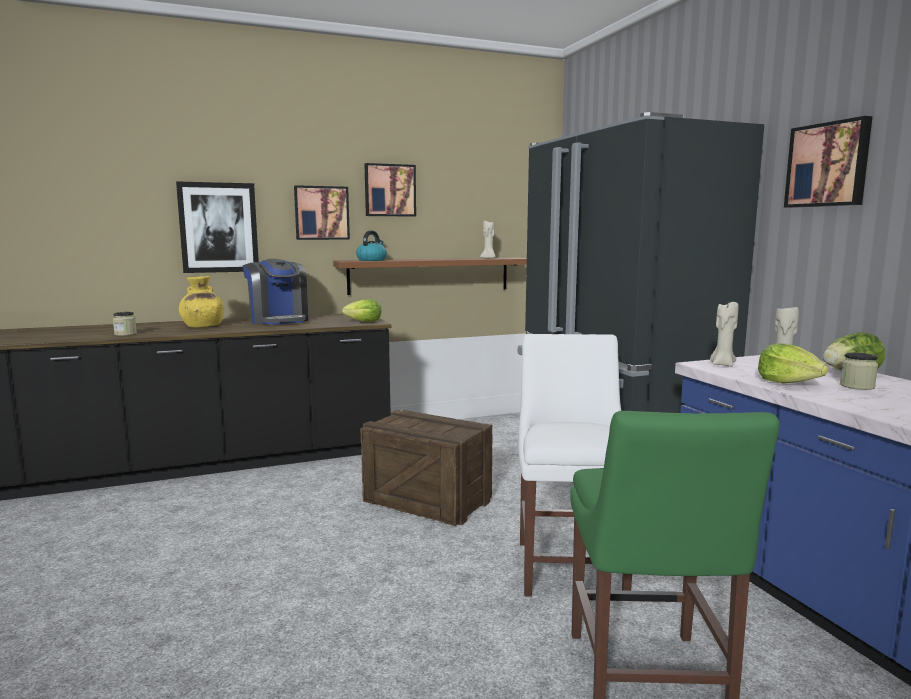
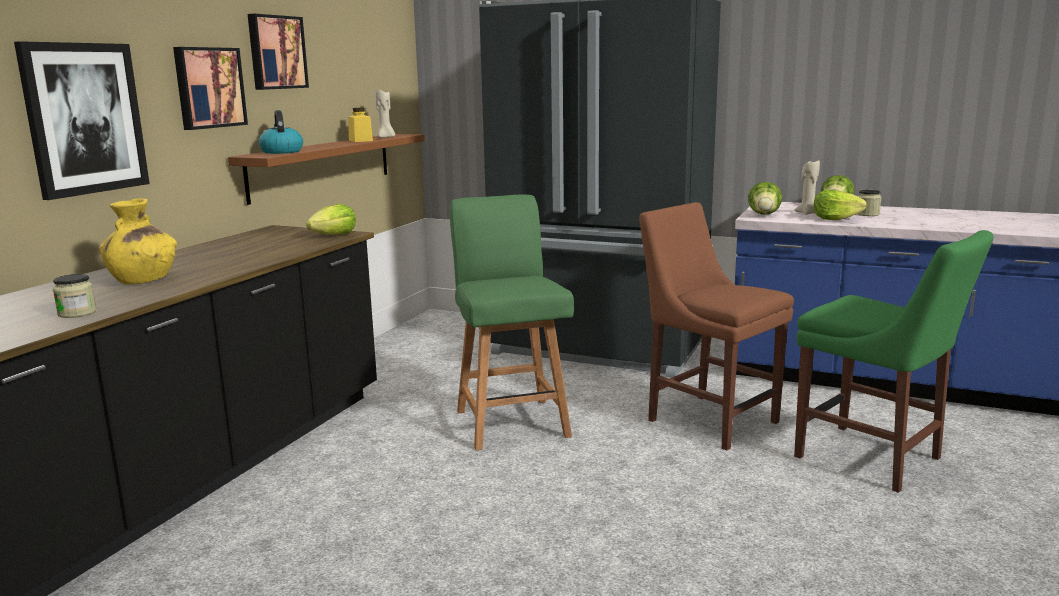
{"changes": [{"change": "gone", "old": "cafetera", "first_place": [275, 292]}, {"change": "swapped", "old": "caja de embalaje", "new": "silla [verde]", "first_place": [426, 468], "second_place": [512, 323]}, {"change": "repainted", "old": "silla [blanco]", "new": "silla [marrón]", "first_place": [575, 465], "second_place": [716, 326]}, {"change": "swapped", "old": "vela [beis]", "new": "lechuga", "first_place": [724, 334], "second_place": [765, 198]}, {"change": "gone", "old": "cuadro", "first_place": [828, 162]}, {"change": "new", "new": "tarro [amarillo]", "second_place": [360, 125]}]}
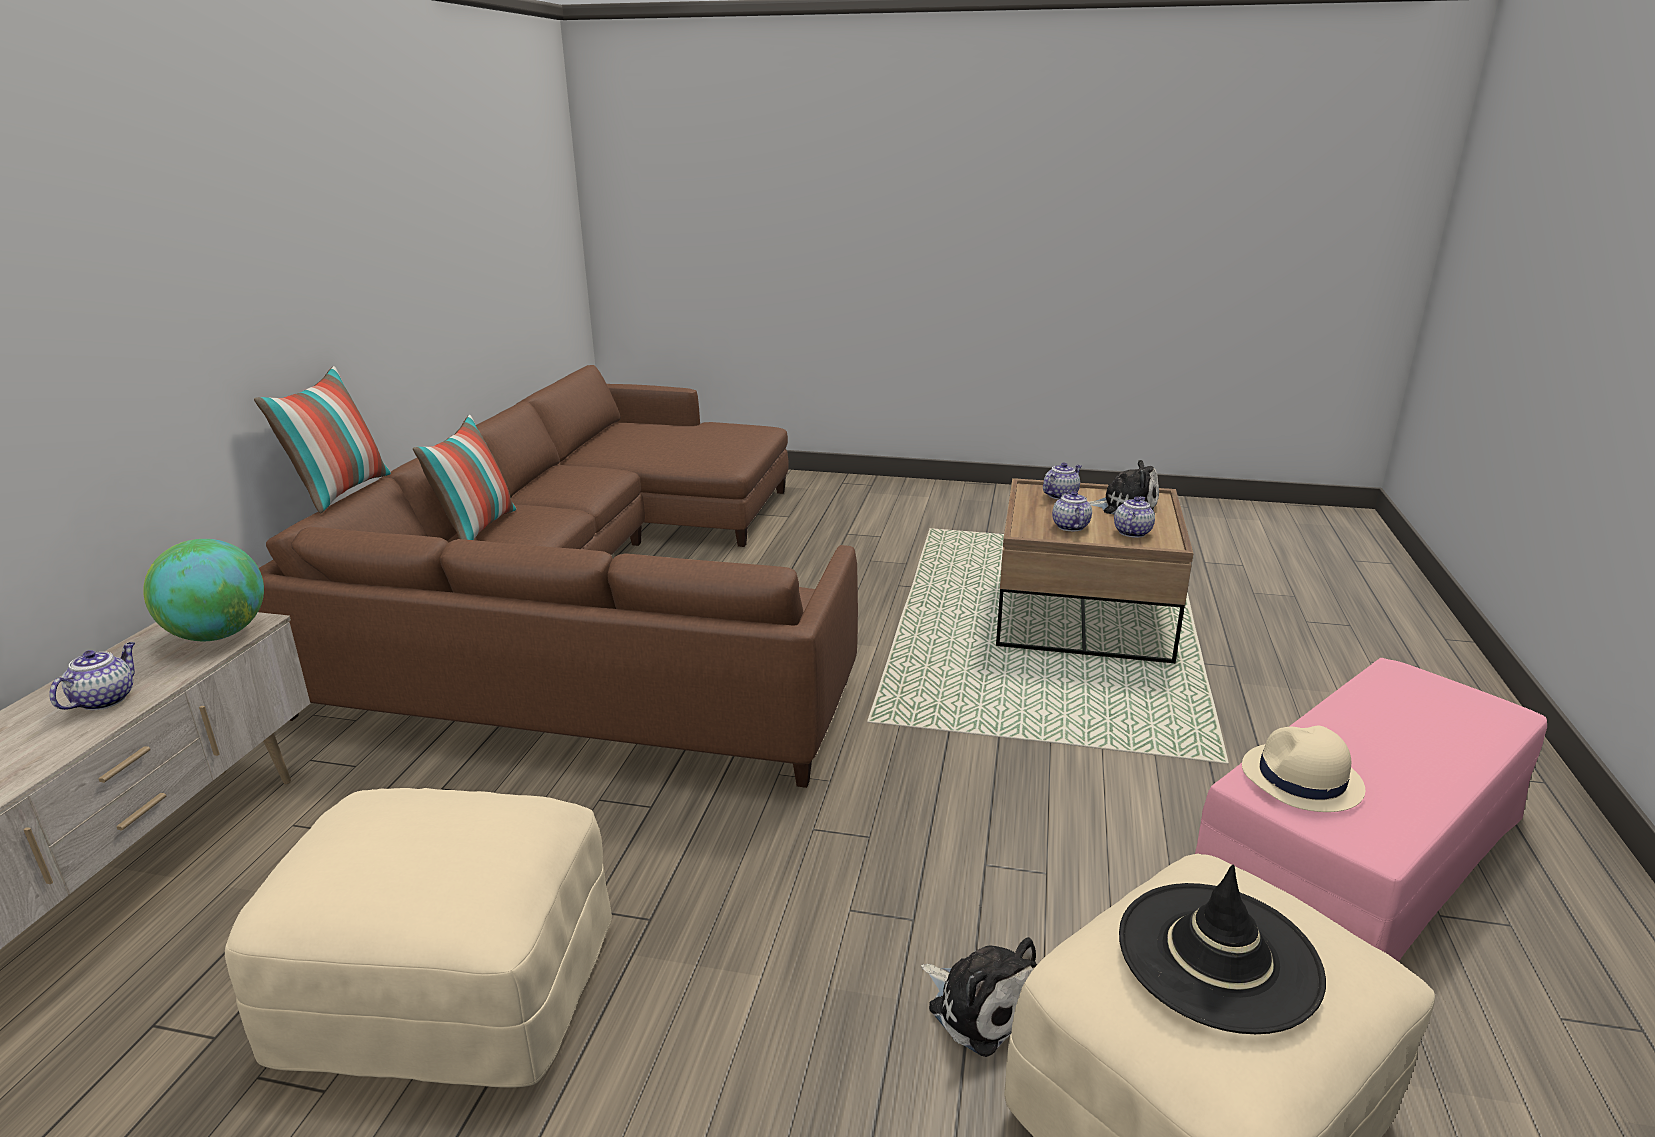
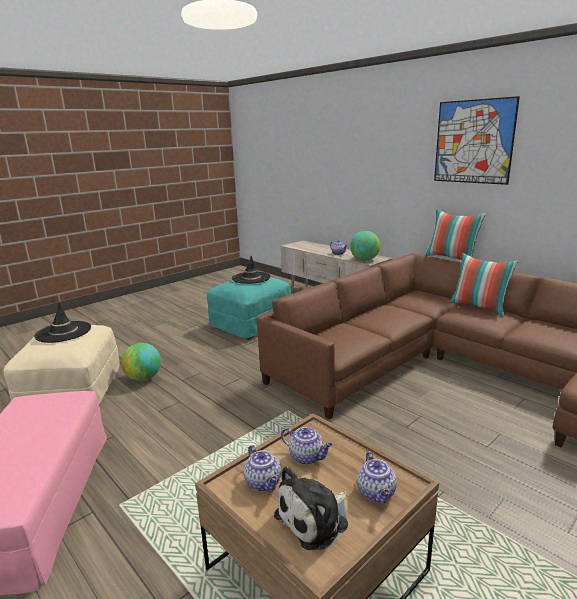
{"changes": [{"change": "repainted", "old": "puf [beis]", "new": "puf [turquesa]", "first_place": [418, 938], "second_place": [249, 308]}, {"change": "swapped", "old": "peluche", "new": "globo terráqueo", "first_place": [979, 997], "second_place": [141, 362]}, {"change": "gone", "old": "sombrero [beis]", "first_place": [1303, 769]}, {"change": "new", "new": "sombrero [negro]", "second_place": [251, 270]}, {"change": "new", "new": "cuadro", "second_place": [477, 140]}]}
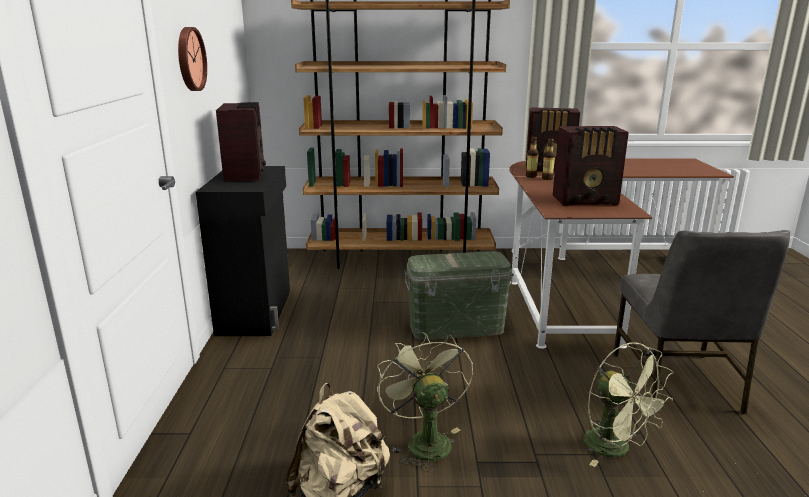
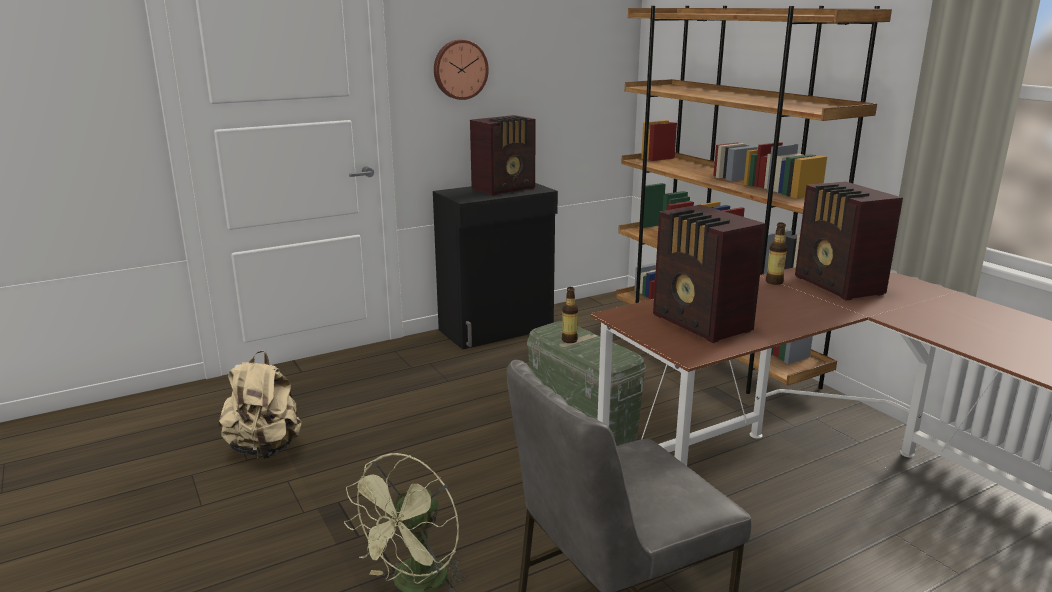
{"changes": [{"change": "gone", "old": "ventilador [verde]", "first_place": [425, 402]}, {"change": "shifted", "old": "botella", "first_place": [548, 159], "second_place": [570, 315]}]}
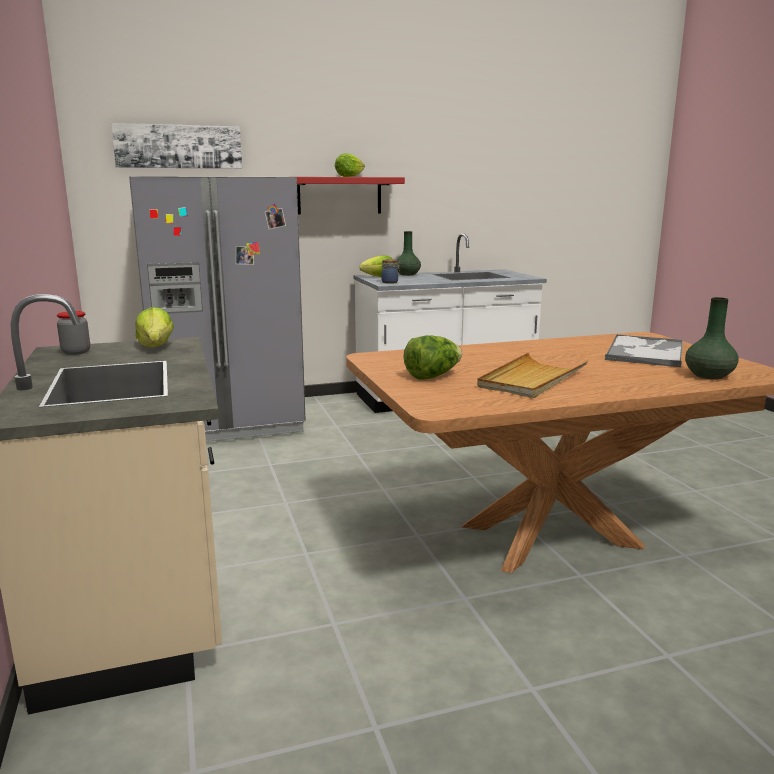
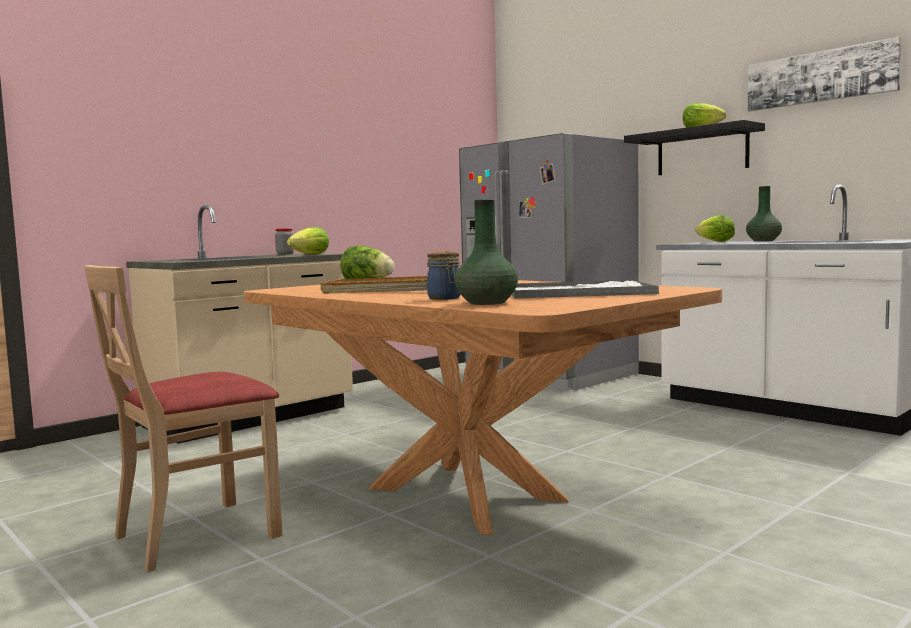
{"changes": [{"change": "shifted", "old": "cuadro", "first_place": [176, 146], "second_place": [825, 73]}, {"change": "repainted", "old": "estante [rojo]", "new": "estante [negro]", "first_place": [351, 195], "second_place": [694, 147]}, {"change": "shifted", "old": "tarro", "first_place": [390, 271], "second_place": [443, 275]}, {"change": "new", "new": "silla [beis]", "second_place": [183, 418]}]}
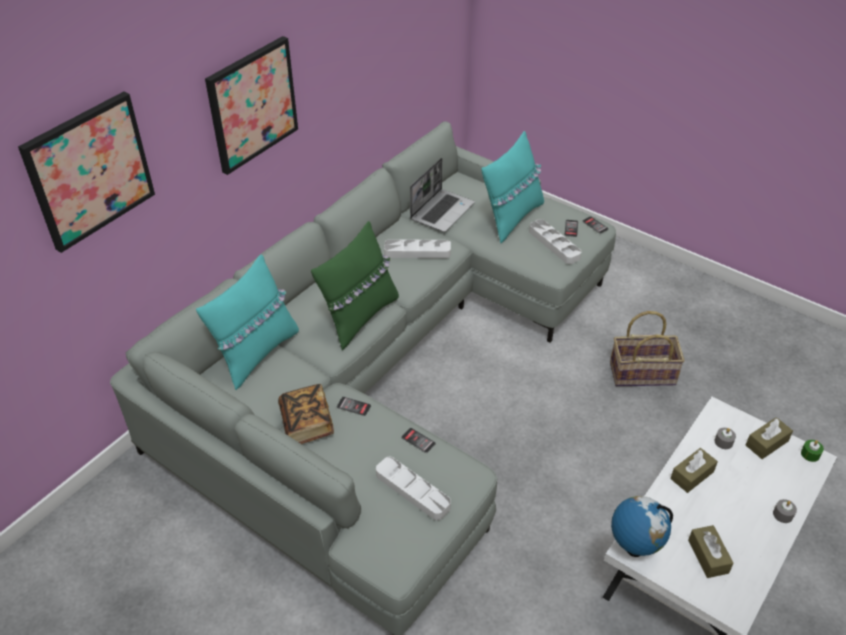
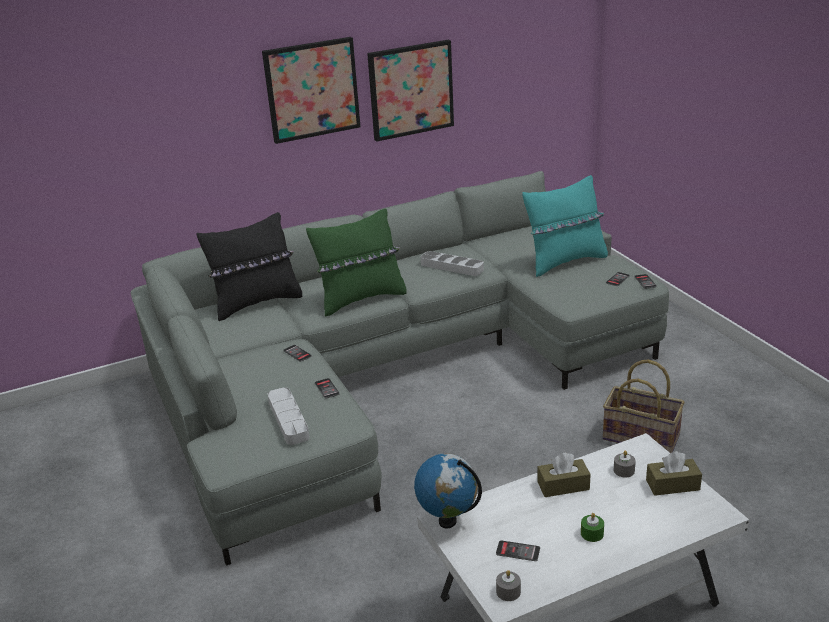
{"changes": [{"change": "shifted", "old": "cuadro", "first_place": [86, 172], "second_place": [410, 91]}, {"change": "repainted", "old": "cojín [turquesa]", "new": "cojín [negro]", "first_place": [247, 322], "second_place": [249, 266]}, {"change": "gone", "old": "libro", "first_place": [306, 414]}, {"change": "gone", "old": "portátil", "first_place": [442, 195]}, {"change": "gone", "old": "bandeja [gris]", "first_place": [555, 241]}, {"change": "swapped", "old": "caja de pañuelos [marrón]", "new": "móvil", "first_place": [711, 551], "second_place": [518, 550]}, {"change": "shifted", "old": "vela [gris]", "first_place": [785, 511], "second_place": [508, 585]}, {"change": "shifted", "old": "vela [verde]", "first_place": [812, 451], "second_place": [592, 527]}]}
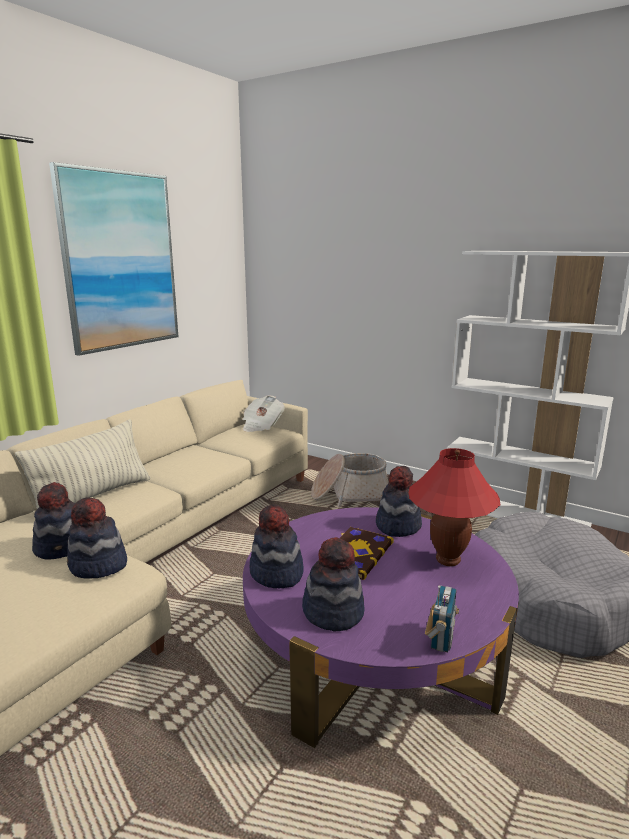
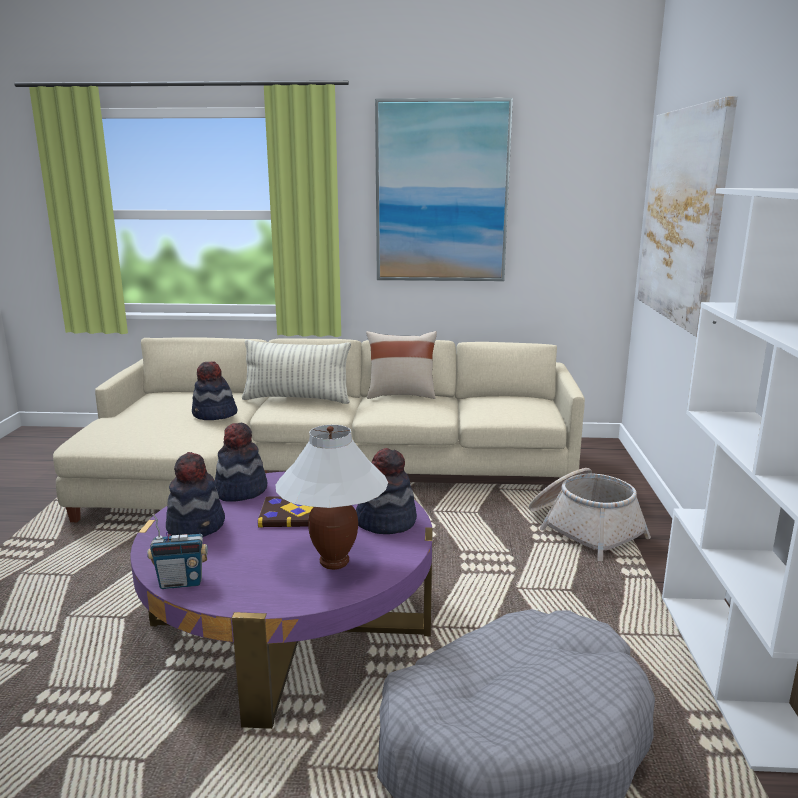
{"changes": [{"change": "gone", "old": "sombrero", "first_place": [97, 538]}, {"change": "gone", "old": "periódico", "first_place": [263, 413]}, {"change": "repainted", "old": "lámpara de mesa [rojo]", "new": "lámpara de mesa [blanco]", "first_place": [455, 507], "second_place": [332, 497]}, {"change": "new", "new": "cojín [beis]", "second_place": [401, 365]}, {"change": "new", "new": "cuadro", "second_place": [687, 216]}]}
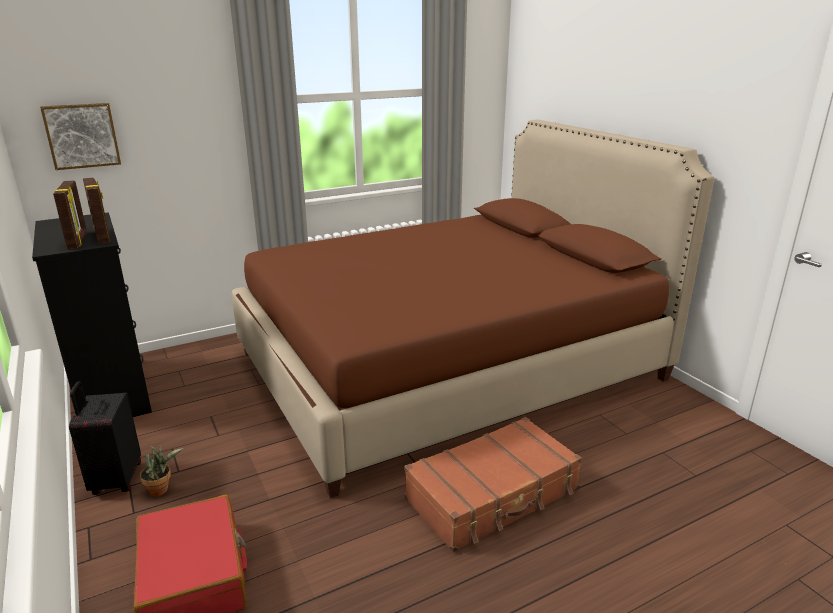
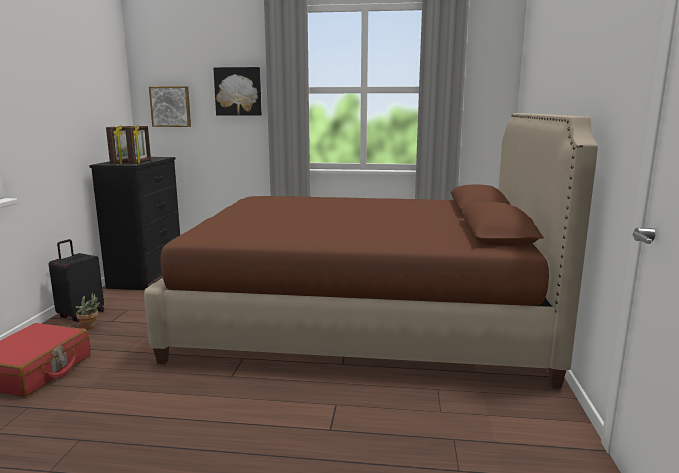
{"changes": [{"change": "gone", "old": "maleta [marrón]", "first_place": [493, 484]}, {"change": "new", "new": "cuadro", "second_place": [237, 91]}]}
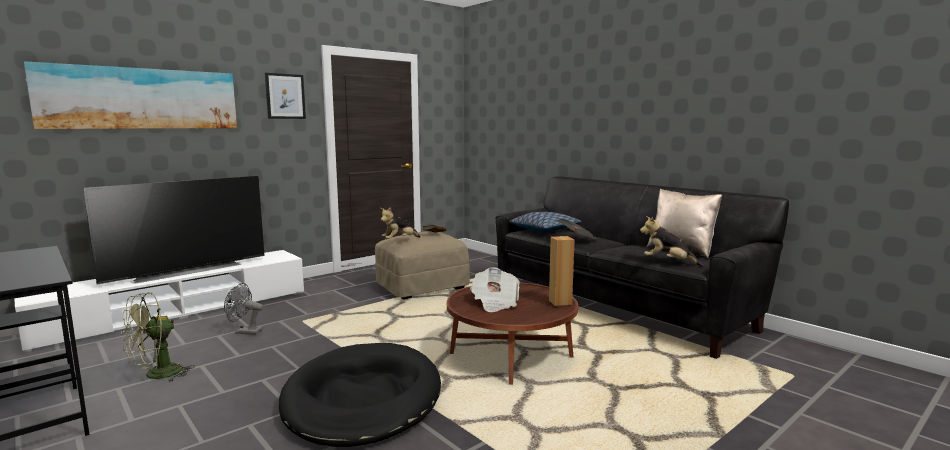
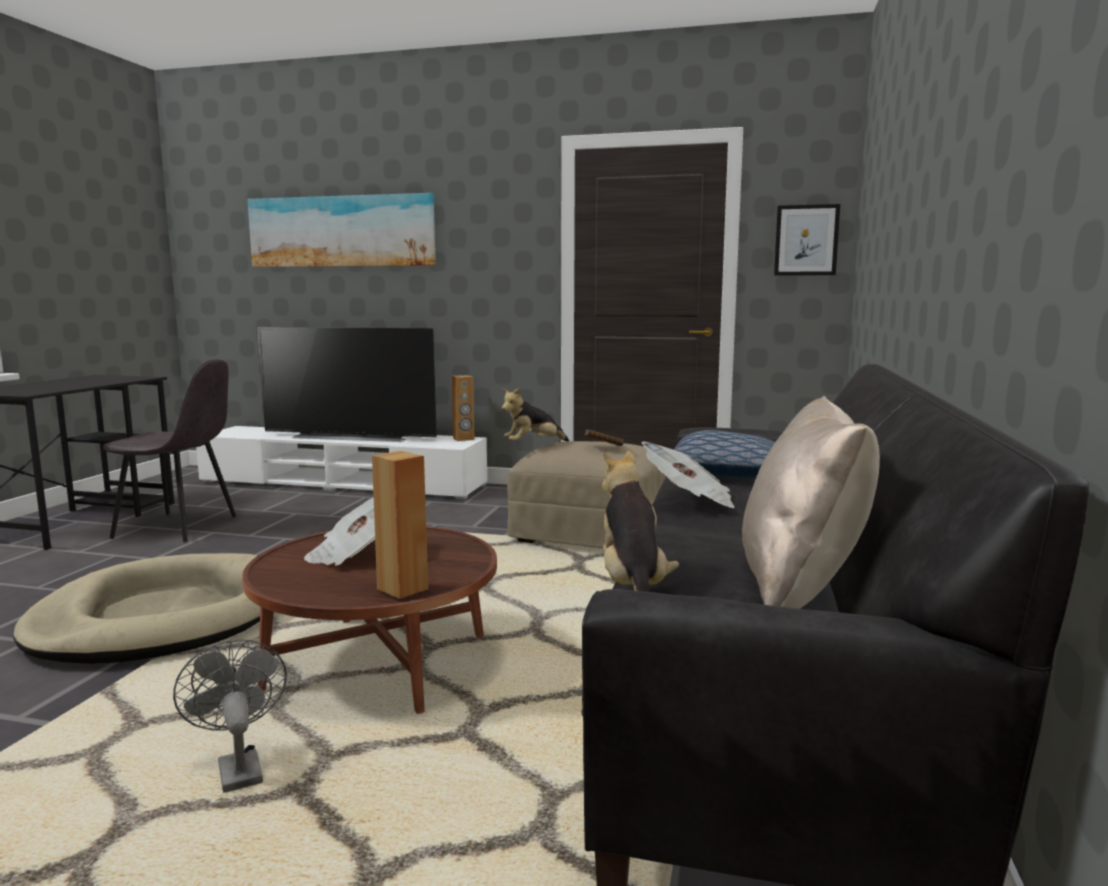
{"changes": [{"change": "swapped", "old": "ventilador [verde]", "new": "silla [gris]", "first_place": [158, 337], "second_place": [169, 451]}, {"change": "shifted", "old": "ventilador [gris]", "first_place": [243, 309], "second_place": [230, 716]}, {"change": "shifted", "old": "cuadro", "first_place": [285, 96], "second_place": [807, 240]}, {"change": "repainted", "old": "cama para perro [negro]", "new": "cama para perro [beis]", "first_place": [360, 395], "second_place": [136, 608]}, {"change": "rotated", "old": "peluche", "first_place": [400, 223], "second_place": [535, 414], "degrees": -45}, {"change": "new", "new": "altavoz [marrón]", "second_place": [463, 408]}]}
